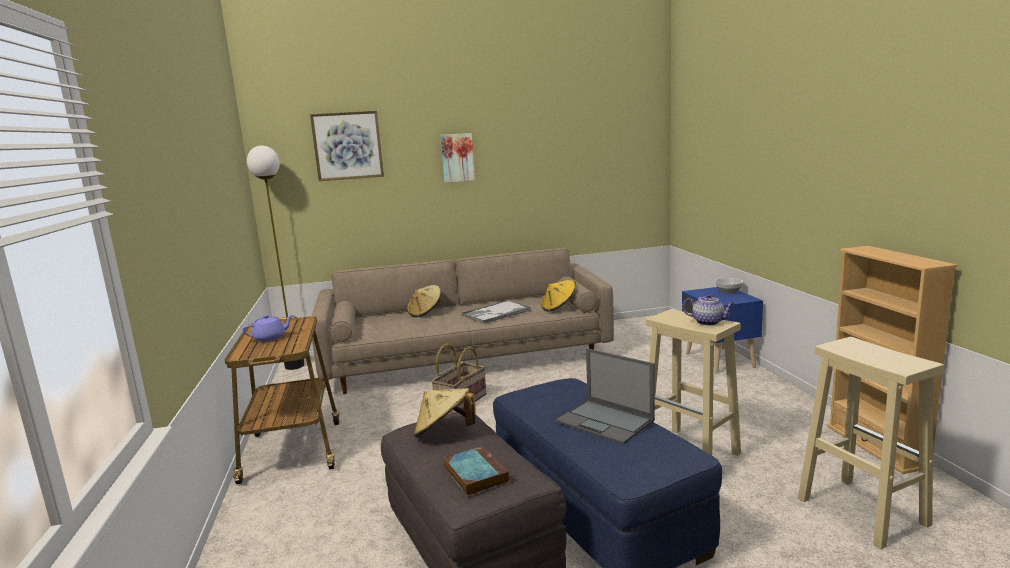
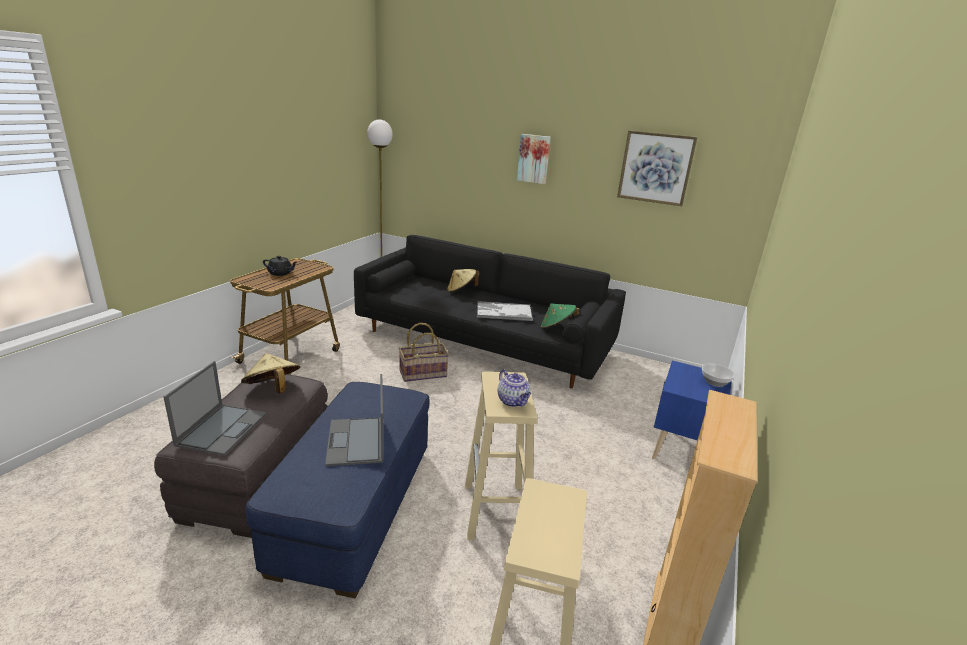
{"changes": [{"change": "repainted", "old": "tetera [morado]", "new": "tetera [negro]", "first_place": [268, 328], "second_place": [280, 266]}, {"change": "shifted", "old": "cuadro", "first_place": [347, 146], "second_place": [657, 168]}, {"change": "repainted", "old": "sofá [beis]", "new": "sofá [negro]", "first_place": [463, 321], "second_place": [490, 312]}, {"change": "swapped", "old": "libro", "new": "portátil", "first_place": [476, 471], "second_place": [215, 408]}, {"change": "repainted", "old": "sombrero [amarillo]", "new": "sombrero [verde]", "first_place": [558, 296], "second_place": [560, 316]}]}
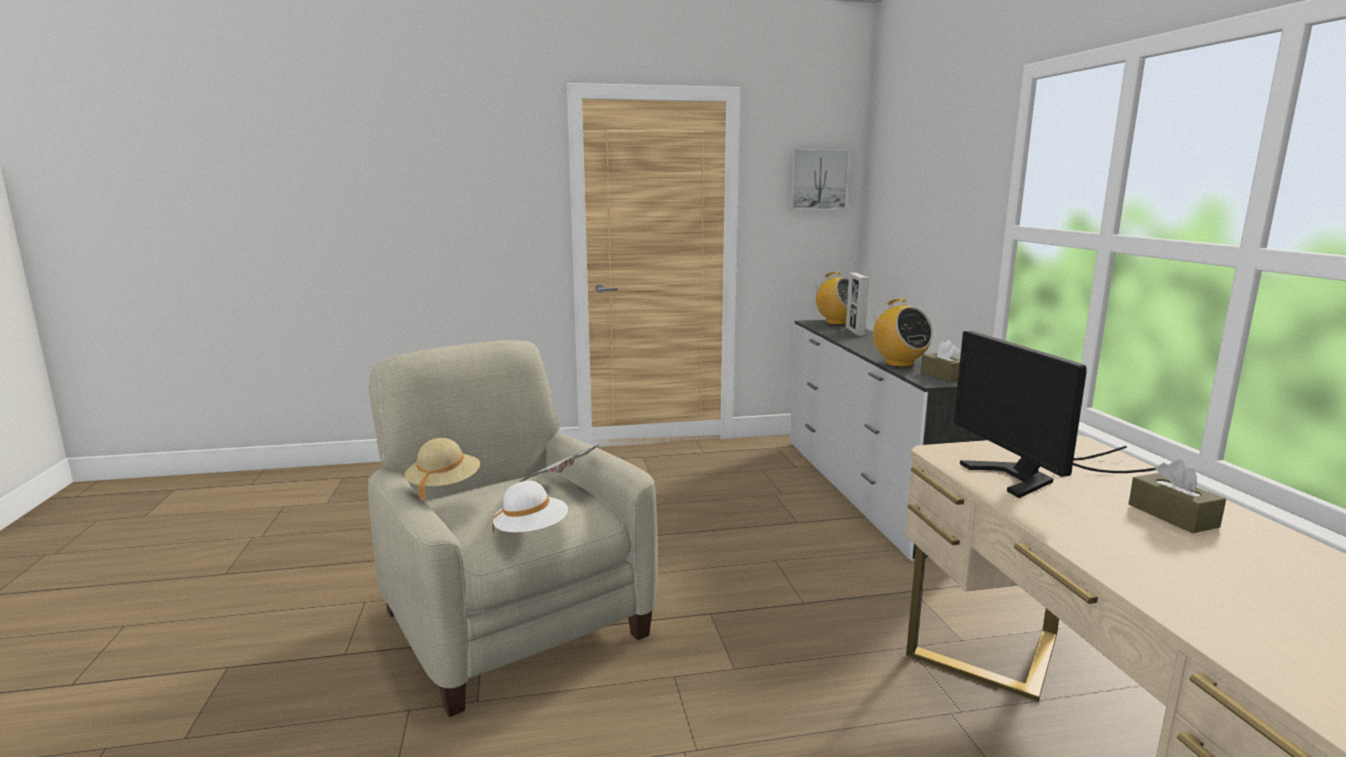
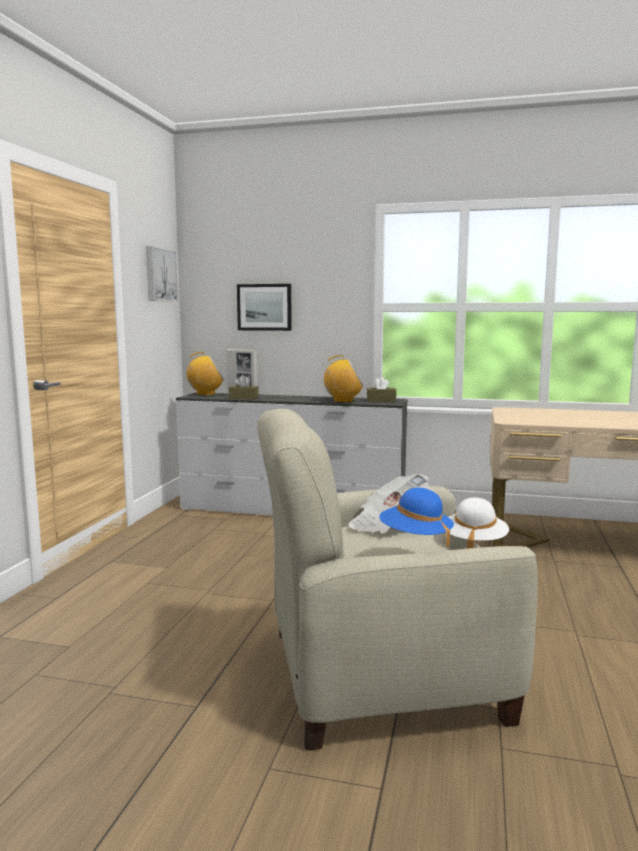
{"changes": [{"change": "repainted", "old": "sombrero [beis]", "new": "sombrero [azul]", "first_place": [442, 469], "second_place": [416, 517]}, {"change": "gone", "old": "monitor", "first_place": [1055, 414]}, {"change": "shifted", "old": "caja de pañuelos [marrón]", "first_place": [1177, 496], "second_place": [244, 387]}, {"change": "new", "new": "cuadro", "second_place": [264, 307]}]}
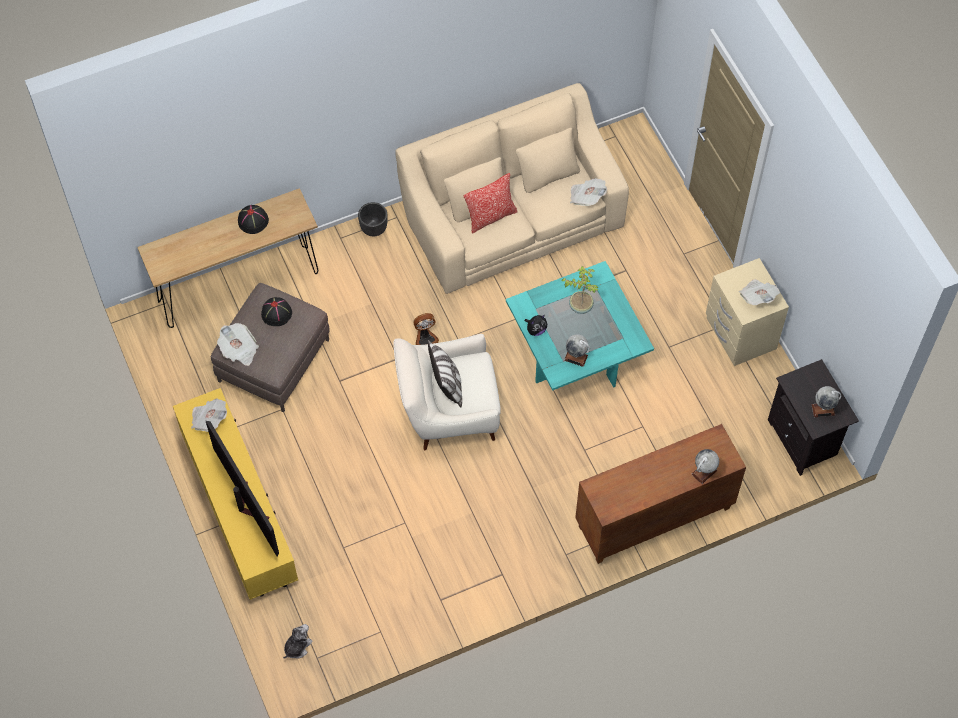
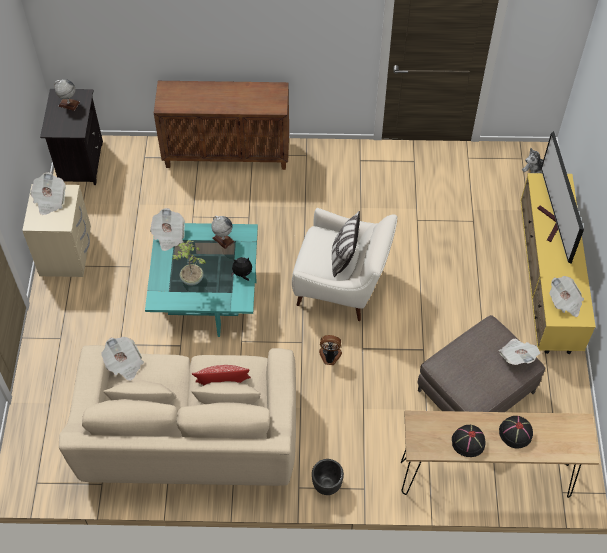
{"changes": [{"change": "shifted", "old": "sombrero [negro]", "first_place": [276, 311], "second_place": [516, 432]}, {"change": "gone", "old": "globo terráqueo", "first_place": [705, 466]}, {"change": "new", "new": "periódico", "second_place": [167, 229]}]}
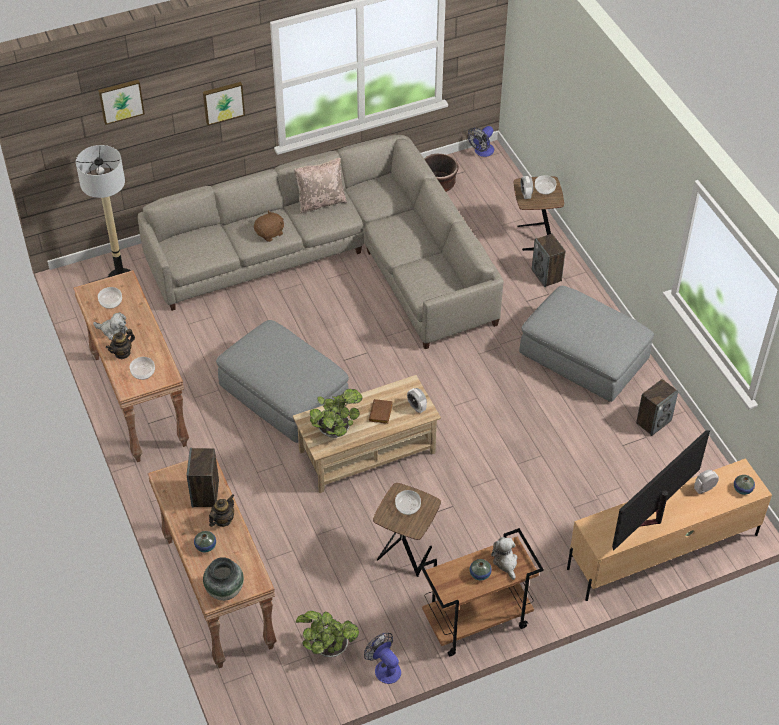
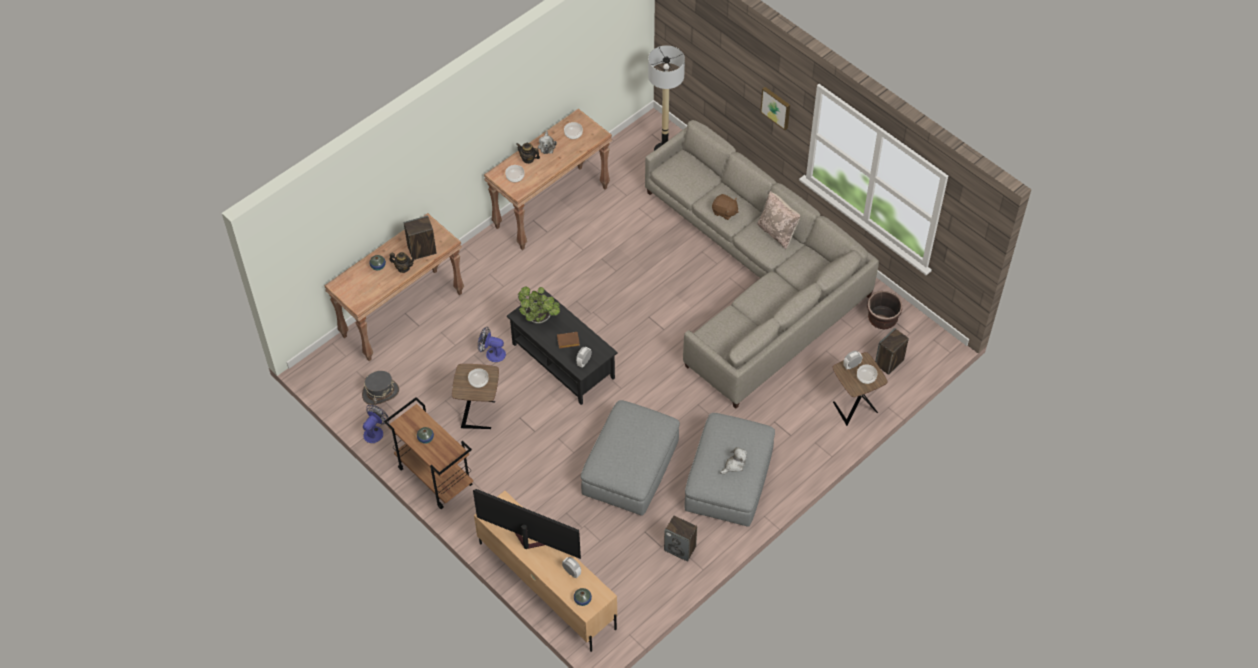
{"changes": [{"change": "gone", "old": "cuadro", "first_place": [121, 102]}, {"change": "gone", "old": "florero", "first_place": [223, 579]}, {"change": "shifted", "old": "puf [gris]", "first_place": [282, 381], "second_place": [630, 458]}, {"change": "repainted", "old": "mesa de centro [beis]", "new": "mesa de centro [negro]", "first_place": [367, 434], "second_place": [562, 347]}, {"change": "swapped", "old": "planta en maceta", "new": "sombrero [gris]", "first_place": [327, 634], "second_place": [380, 388]}, {"change": "shifted", "old": "ventilador", "first_place": [481, 141], "second_place": [492, 344]}, {"change": "shifted", "old": "peluche", "first_place": [504, 558], "second_place": [733, 460]}, {"change": "shifted", "old": "altavoz", "first_place": [549, 260], "second_place": [892, 351]}]}
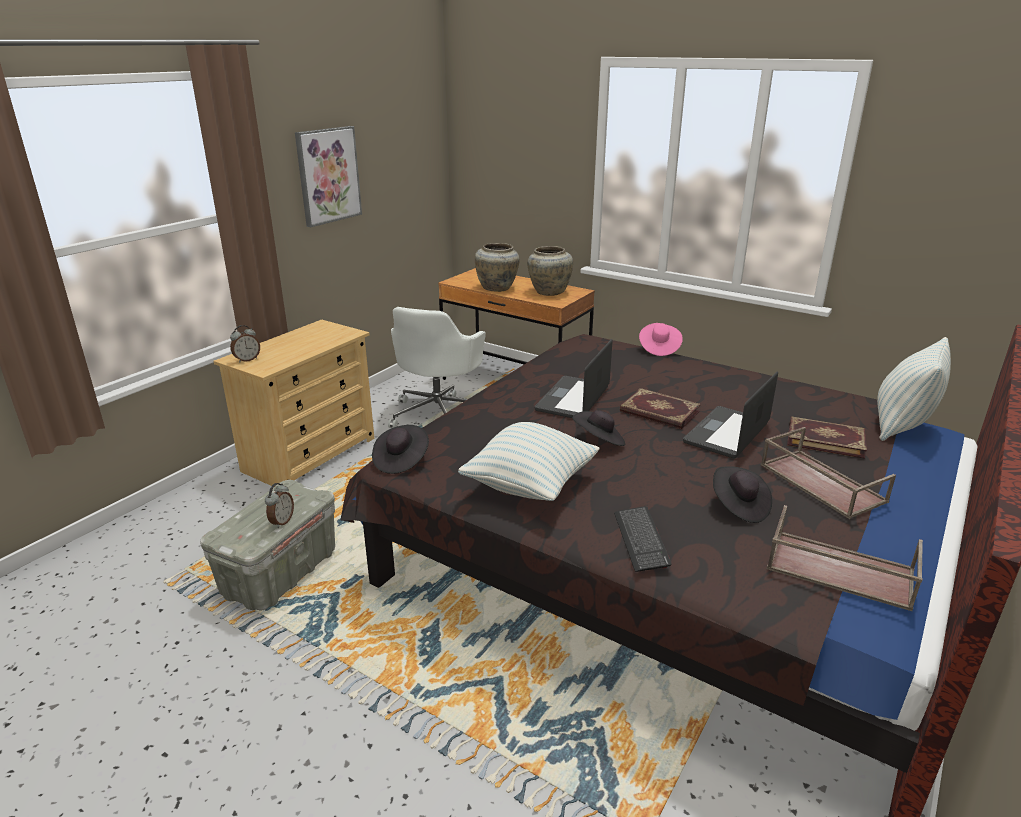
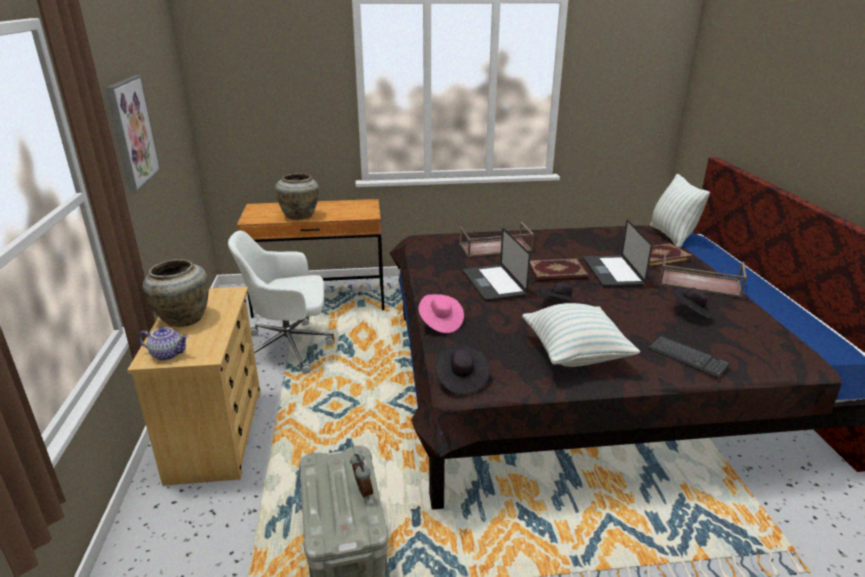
{"changes": [{"change": "swapped", "old": "despertador", "new": "tetera", "first_place": [245, 344], "second_place": [164, 344]}, {"change": "rotated", "old": "silla de oficina [blanco]", "first_place": [437, 367], "second_place": [281, 302], "degrees": 105}, {"change": "shifted", "old": "florero [beis]", "first_place": [550, 271], "second_place": [176, 293]}, {"change": "shifted", "old": "sombrero [rosa]", "first_place": [661, 339], "second_place": [441, 313]}, {"change": "shifted", "old": "bandeja [marrón]", "first_place": [845, 558], "second_place": [496, 239]}]}
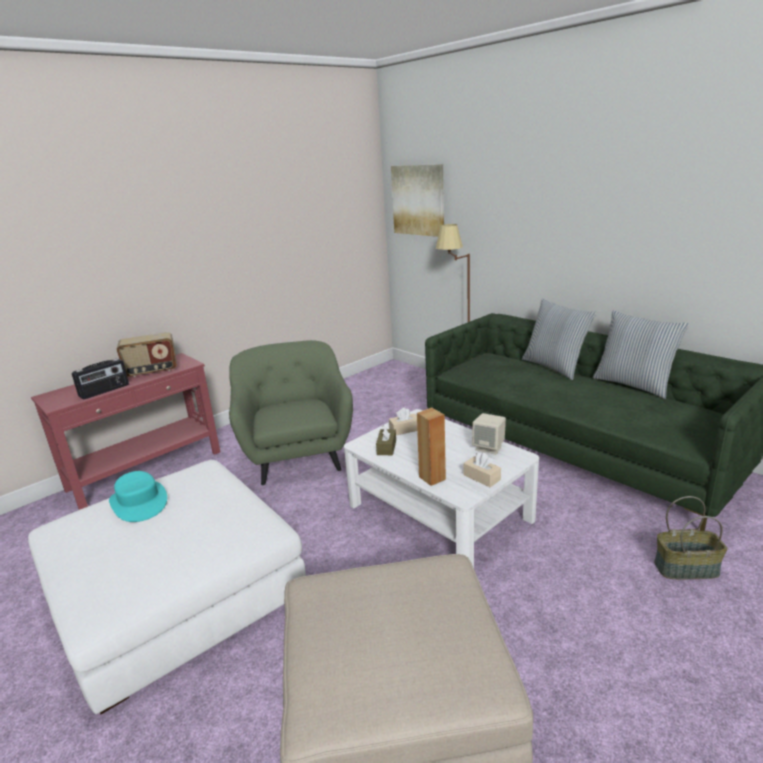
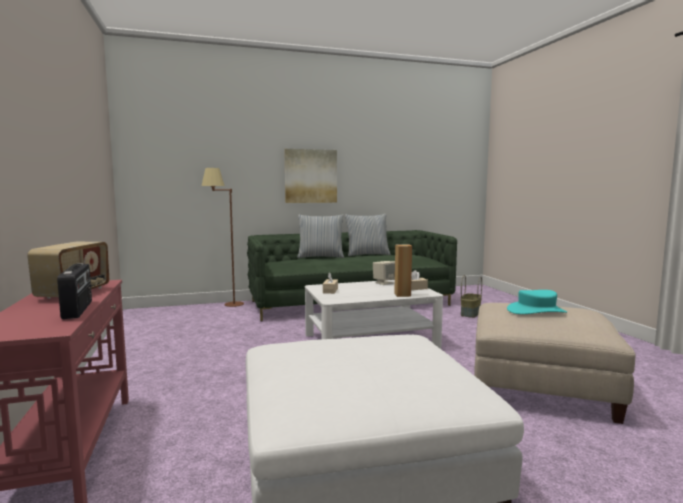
{"changes": [{"change": "shifted", "old": "sombrero [turquesa]", "first_place": [138, 496], "second_place": [537, 302]}, {"change": "gone", "old": "sillón [verde]", "first_place": [291, 412]}, {"change": "gone", "old": "caja de pañuelos [marrón]", "first_place": [386, 440]}, {"change": "shifted", "old": "cuadro", "first_place": [417, 200], "second_place": [310, 176]}]}
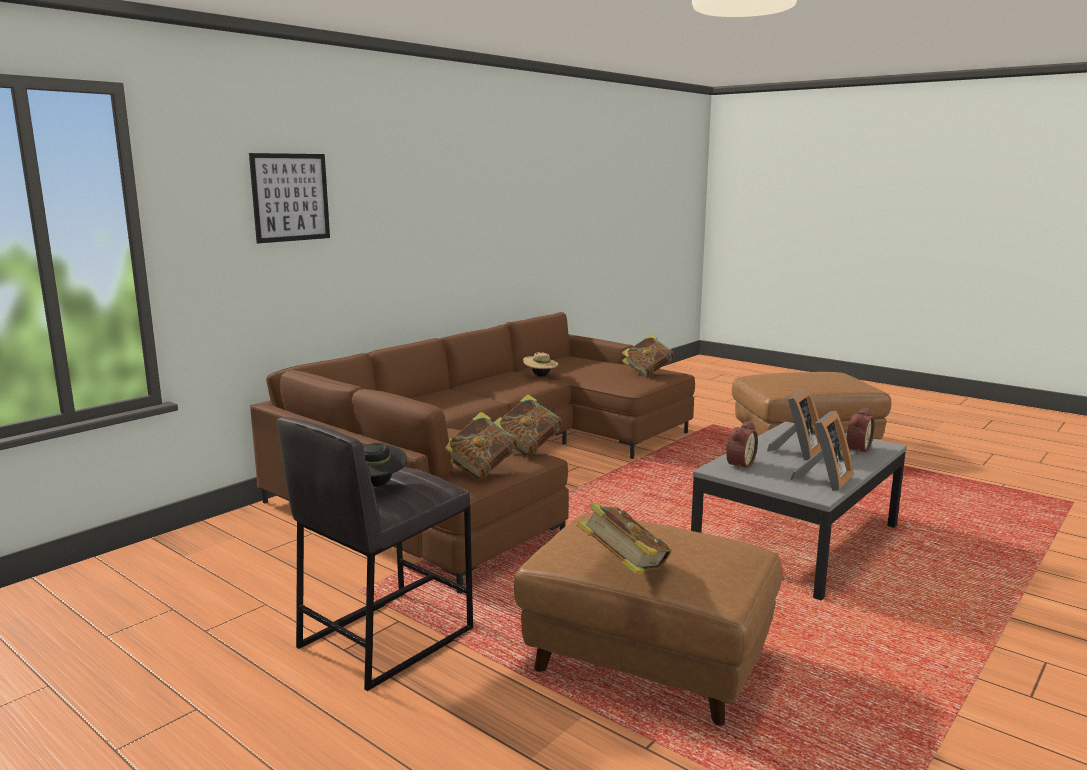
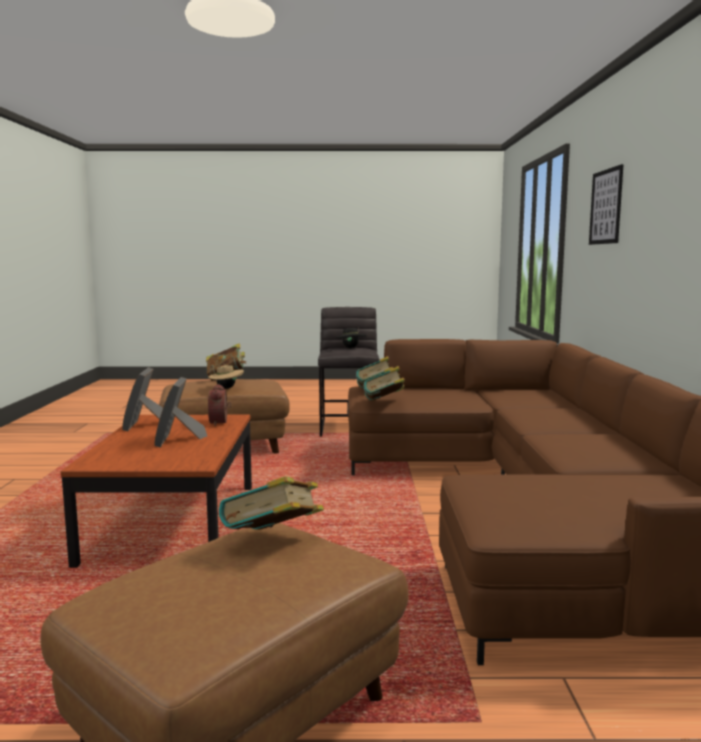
{"changes": [{"change": "shifted", "old": "sombrero [beis]", "first_place": [541, 364], "second_place": [226, 376]}, {"change": "shifted", "old": "libro", "first_place": [648, 355], "second_place": [271, 502]}, {"change": "repainted", "old": "mesa de centro [gris]", "new": "mesa de centro [marrón]", "first_place": [799, 510], "second_place": [156, 491]}, {"change": "gone", "old": "despertador", "first_place": [859, 431]}]}
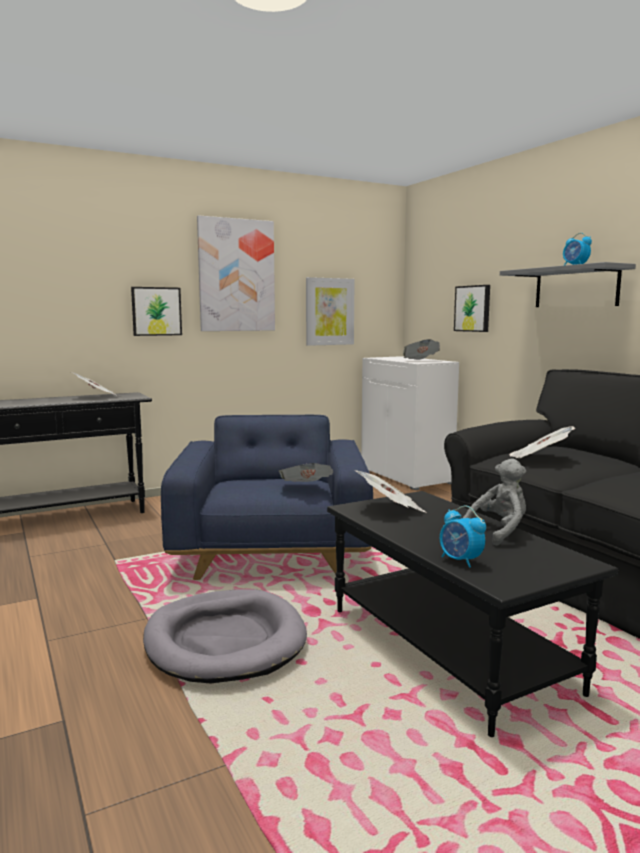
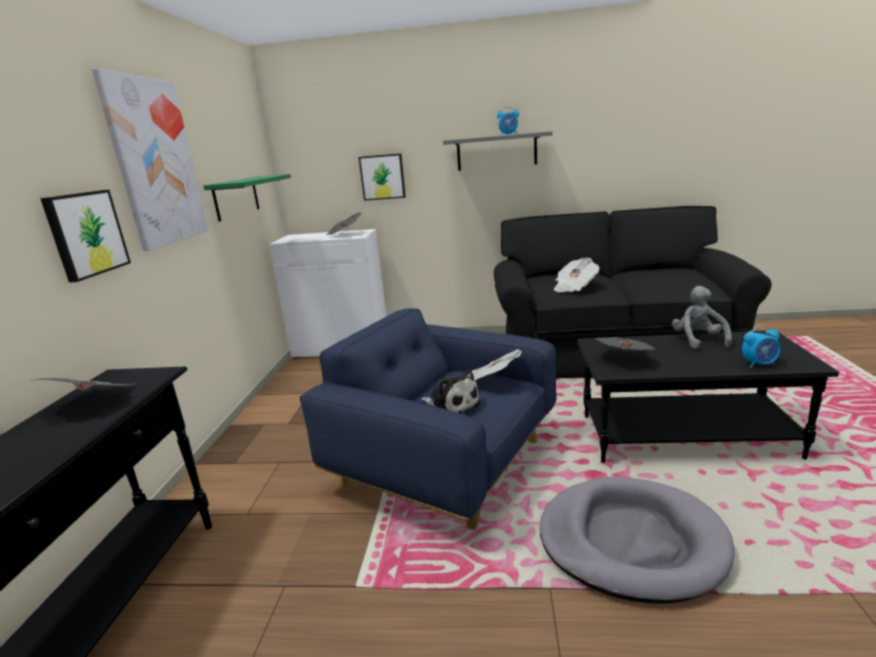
{"changes": [{"change": "swapped", "old": "cuadro", "new": "estante [verde]", "first_place": [330, 311], "second_place": [247, 197]}, {"change": "new", "new": "peluche", "second_place": [451, 391]}]}
